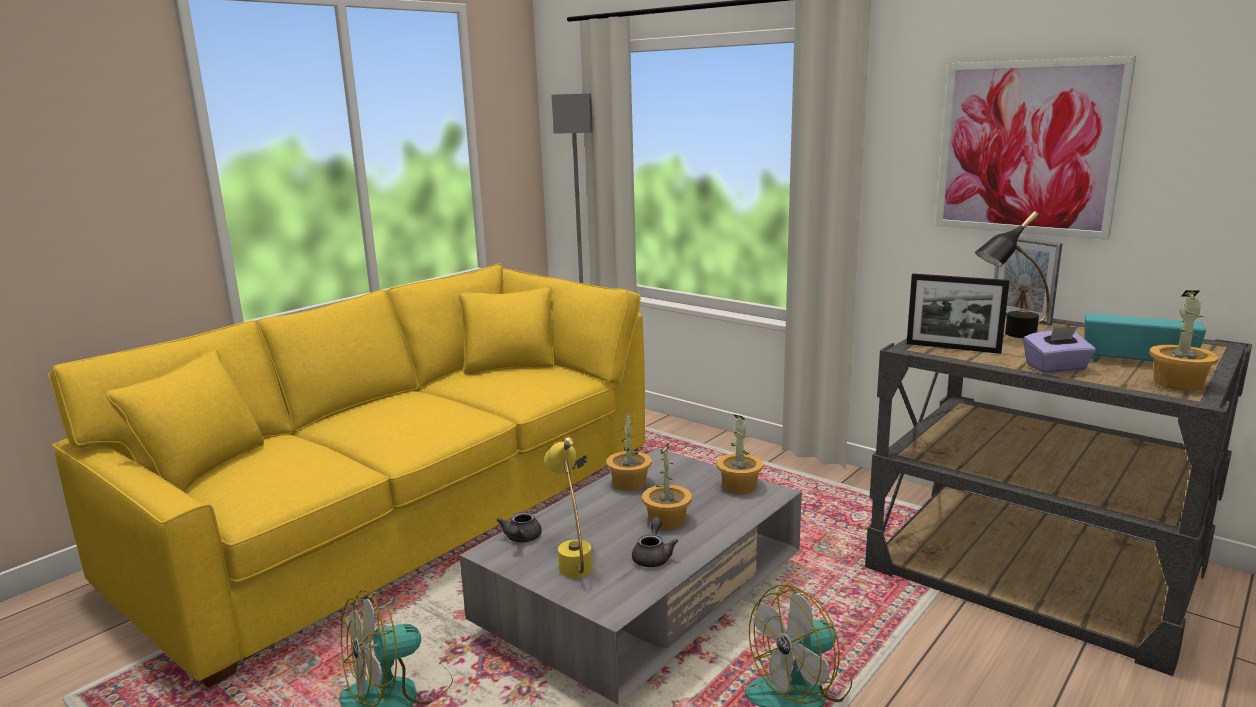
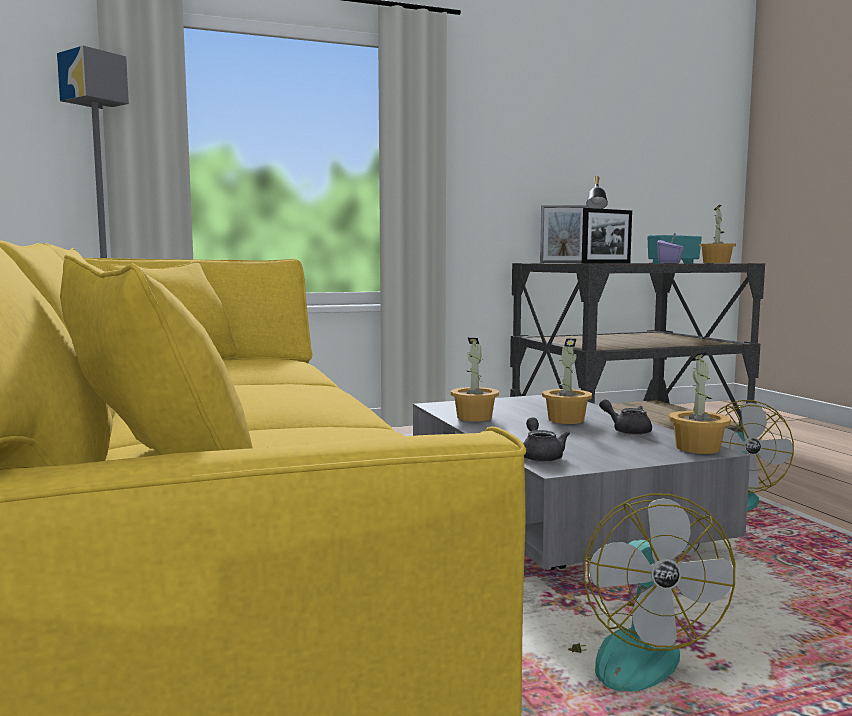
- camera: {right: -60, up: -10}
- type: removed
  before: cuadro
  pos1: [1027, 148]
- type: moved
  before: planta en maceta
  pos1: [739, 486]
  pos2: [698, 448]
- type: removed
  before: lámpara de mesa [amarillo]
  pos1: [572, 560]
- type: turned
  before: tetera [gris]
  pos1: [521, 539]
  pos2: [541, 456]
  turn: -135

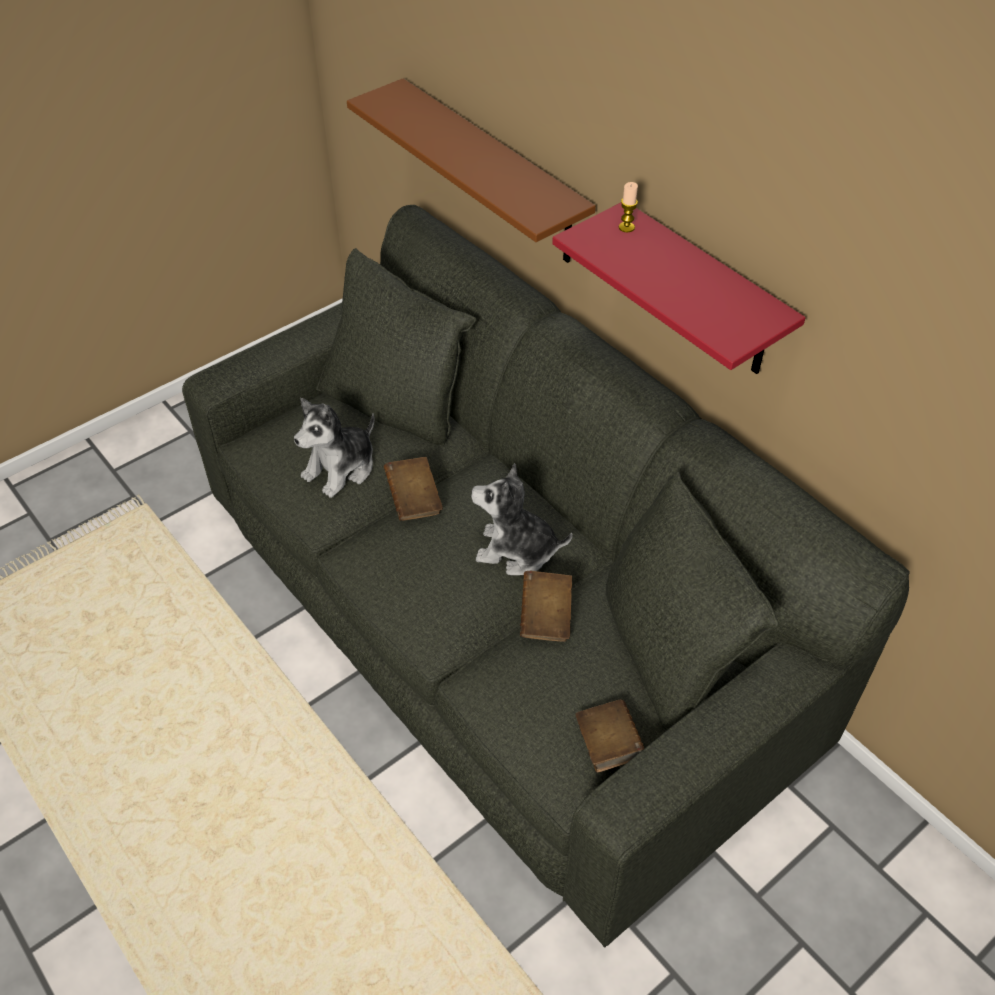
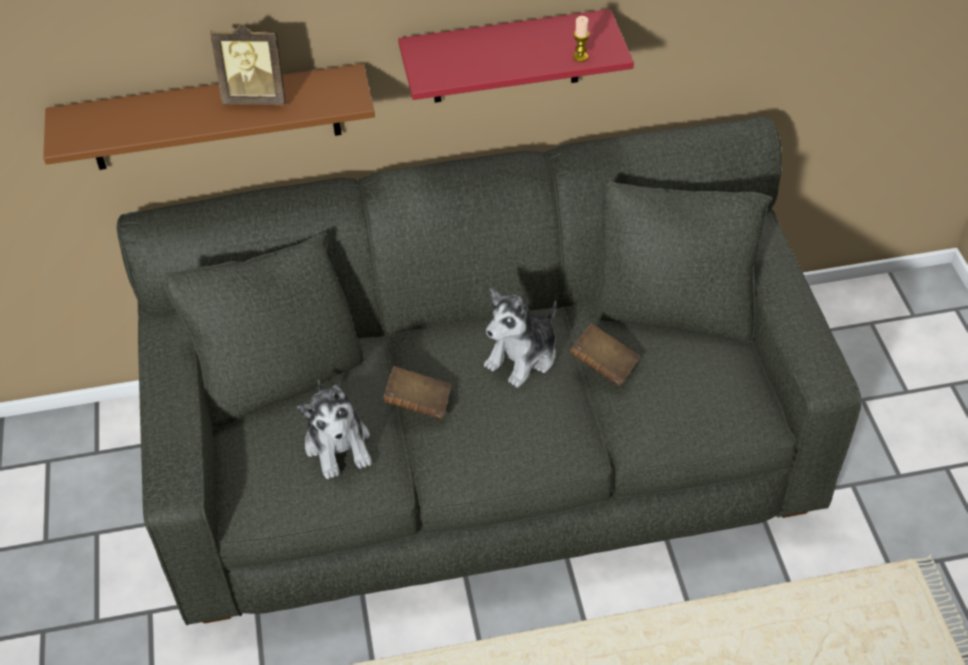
- camera: {right: -60, up: 0}
- type: moved
  before: vela
  pos1: [626, 227]
  pos2: [580, 57]
- type: removed
  before: libro [marrón]
  pos1: [608, 745]
- type: added
  after: portarretratos
  pos2: [256, 98]

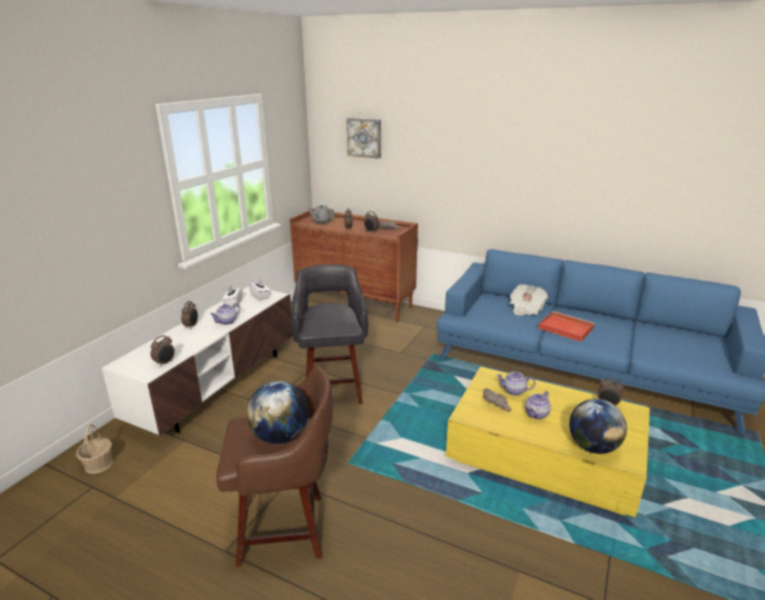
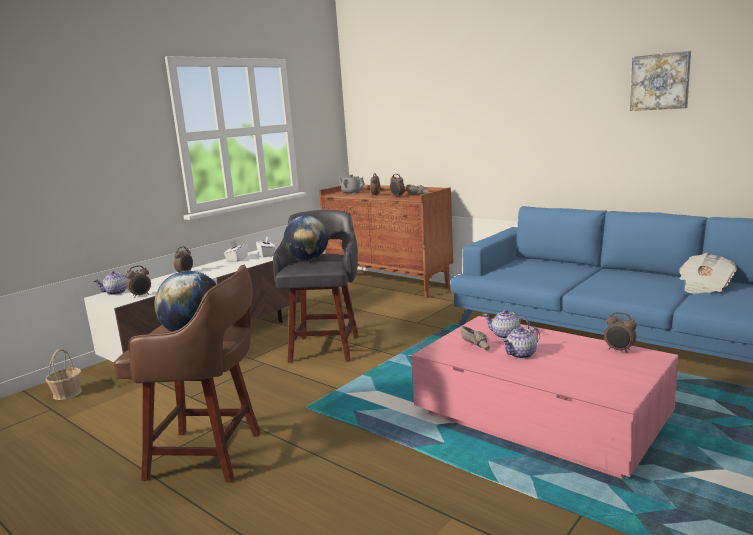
- camera: {right: 15, up: -10}
- type: moved
  before: cuadro
  pos1: [364, 137]
  pos2: [660, 82]
- type: moved
  before: periódico
  pos1: [526, 308]
  pos2: [704, 287]
- type: moved
  before: tetera
  pos1: [227, 322]
  pos2: [116, 292]
- type: removed
  before: bandeja [rojo]
  pos1: [564, 328]
- type: recoloured
  before: mesa de centro [amarillo]
  after: mesa de centro [rosa]
  pos1: [544, 457]
  pos2: [540, 417]
- type: moved
  before: globo terráqueo
  pos1: [592, 447]
  pos2: [308, 259]

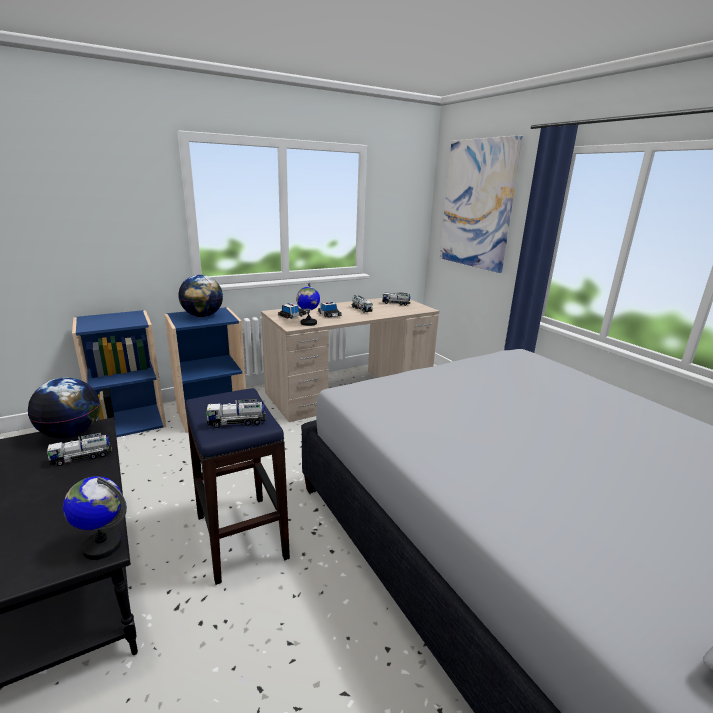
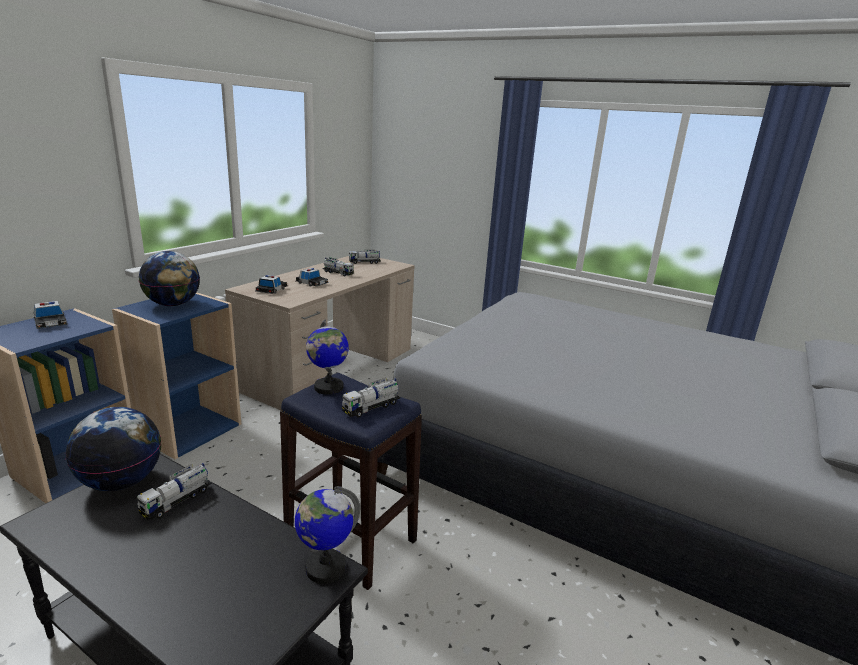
- camera: {right: -30, up: 0}
- type: removed
  before: cuadro
  pos1: [477, 204]
- type: moved
  before: globo terráqueo
  pos1: [308, 323]
  pos2: [328, 387]
- type: added
  after: coche de juguete
  pos2: [51, 322]

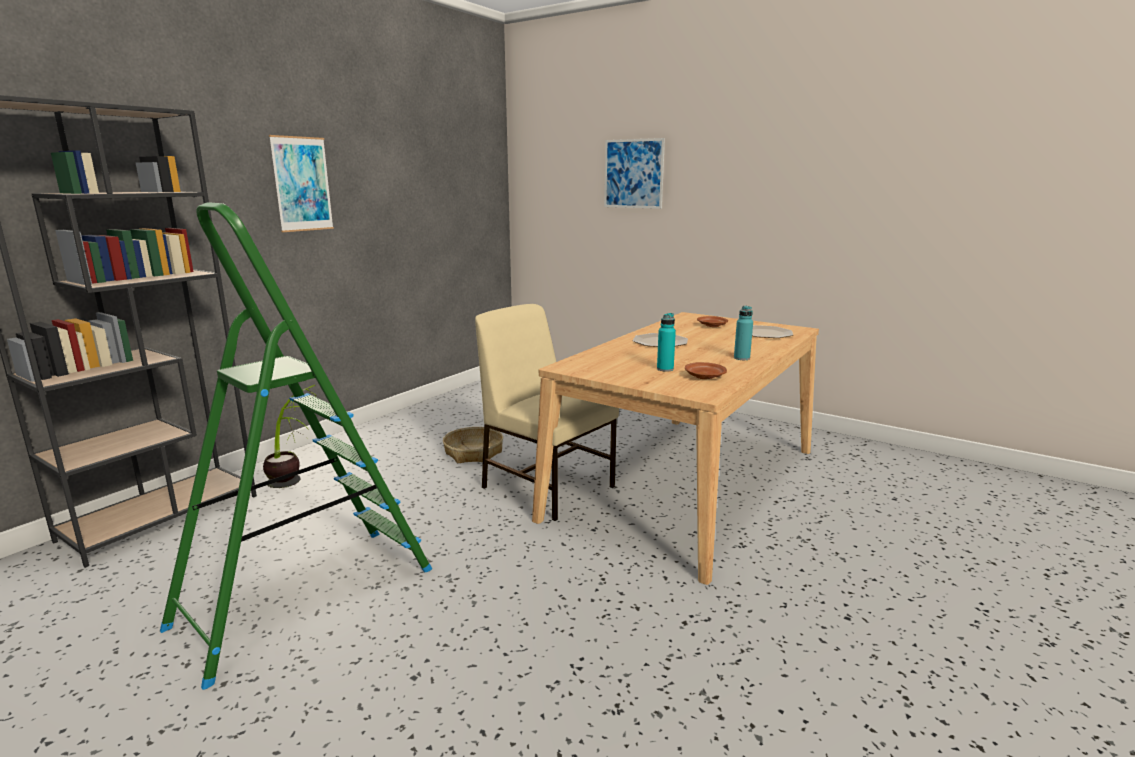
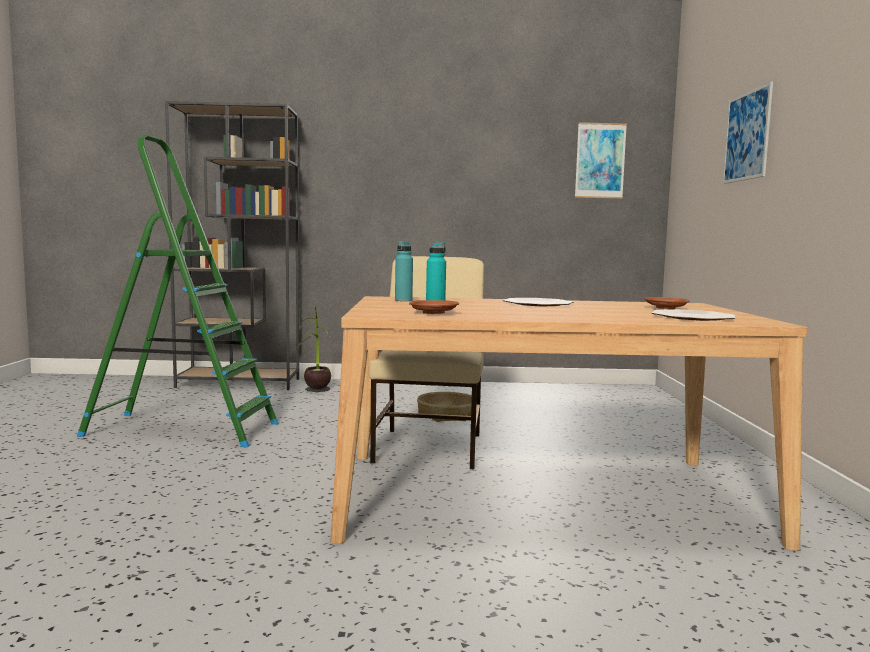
- camera: {right: 55, up: -10}
- type: moved
  before: cuadro
  pos1: [302, 184]
  pos2: [600, 160]
- type: moved
  before: botella [turquesa]
  pos1: [741, 358]
  pos2: [403, 300]

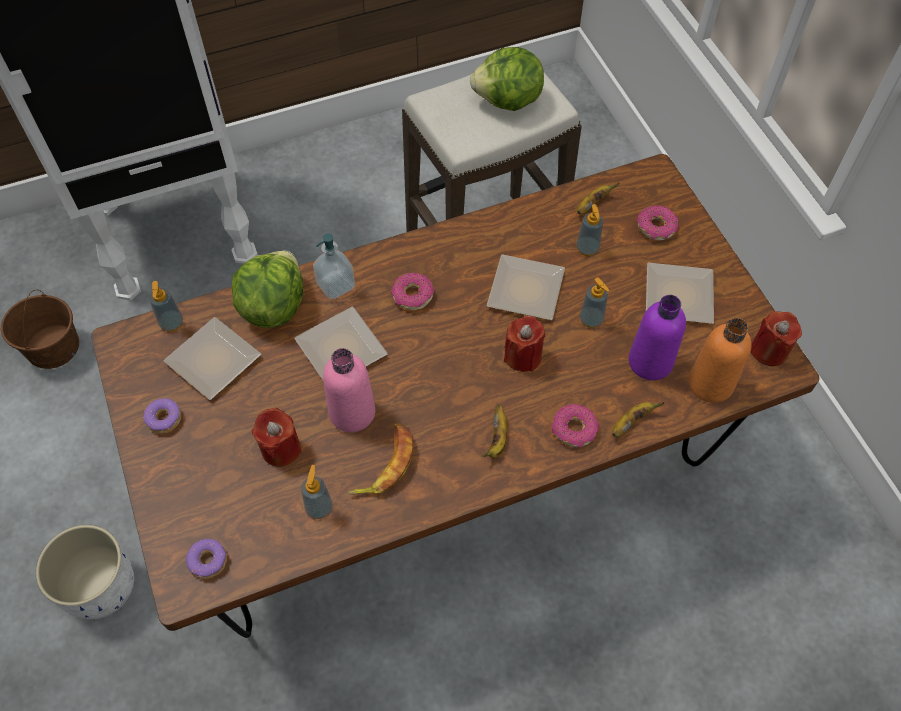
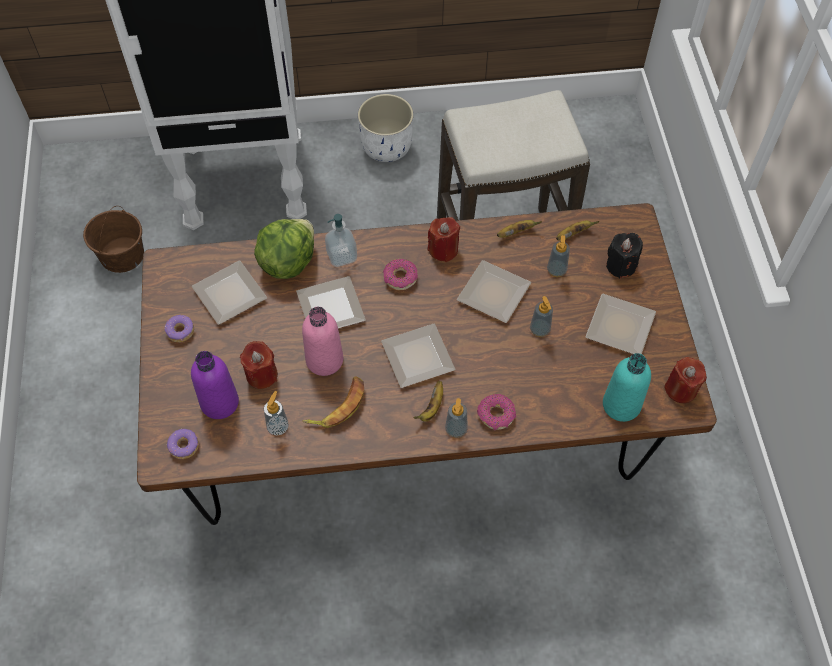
- camera: {right: 15, up: 0}
- type: removed
  before: lechuga
  pos1: [508, 101]
- type: replaced
  before: rosquilla
  after: vela [negro]
  pos1: [656, 228]
  pos2: [621, 266]
- type: moved
  before: dispensador de jabón
  pos1: [171, 323]
  pos2: [456, 429]
- type: moved
  before: botella [morado]
  pos1: [650, 362]
  pos2: [219, 402]
- type: moved
  before: vela [rojo]
  pos1: [523, 356]
  pos2: [443, 249]
- type: recoloured
  before: botella [naranja]
  after: botella [turquesa]
  pos1: [710, 384]
  pos2: [621, 405]
- type: moved
  before: plátano
  pos1: [631, 422]
  pos2: [516, 232]
- type: moved
  before: maceta [blanco]
  pos1: [102, 588]
  pos2: [387, 147]
- type: added
  after: plato
  pos2: [416, 360]

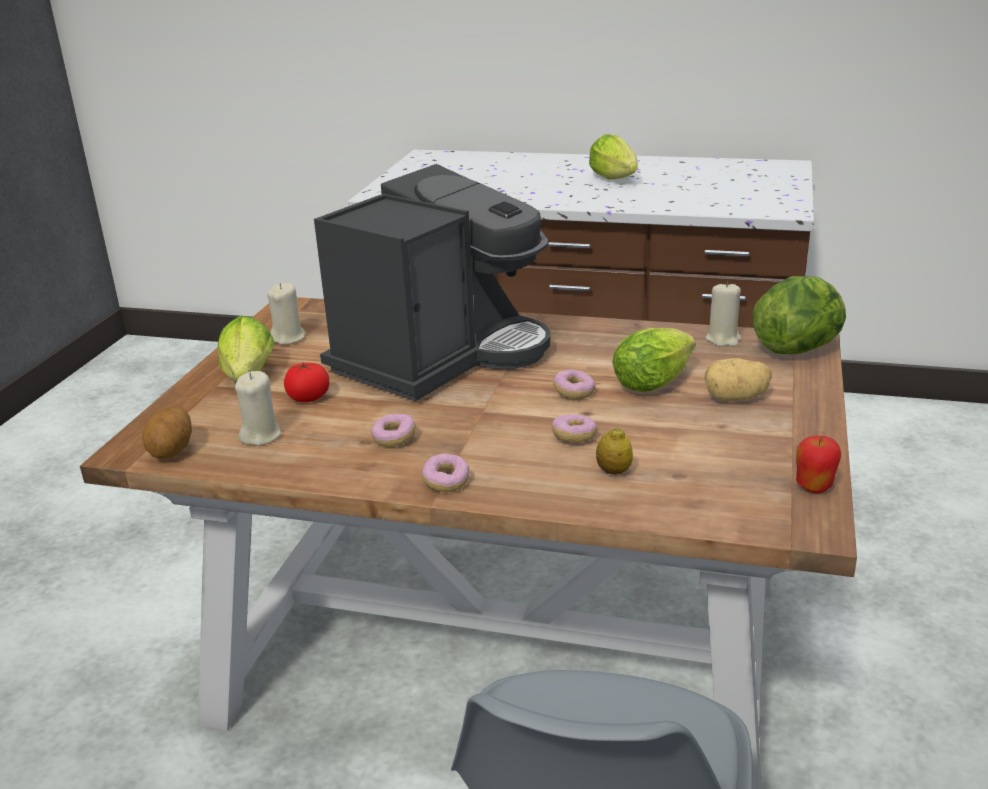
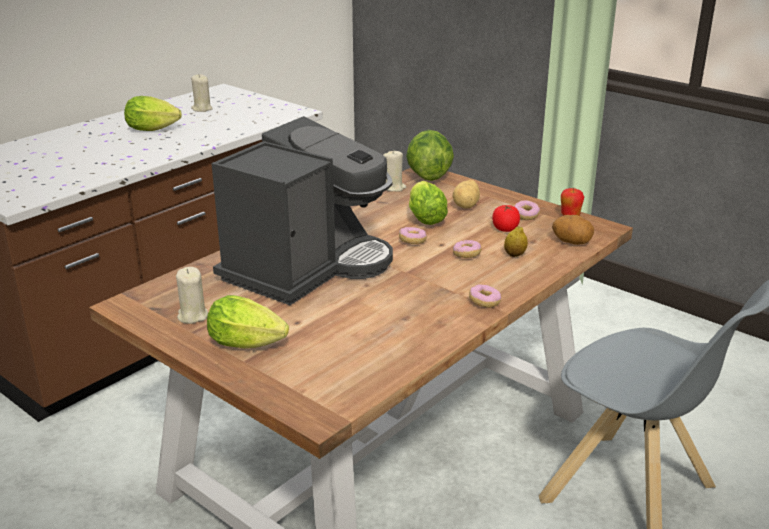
- camera: {right: -65, up: 0}
- type: turned
  before: cafetera
  pos1: [441, 355]
  pos2: [307, 267]
  turn: 60
- type: moved
  before: tomate
  pos1: [309, 398]
  pos2: [505, 229]
- type: moved
  before: vela [beis]
  pos1: [260, 436]
  pos2: [202, 109]
- type: moved
  before: patata
  pos1: [172, 451]
  pos2: [571, 242]
- type: moved
  before: rosquilla
  pos1: [394, 439]
  pos2: [525, 216]

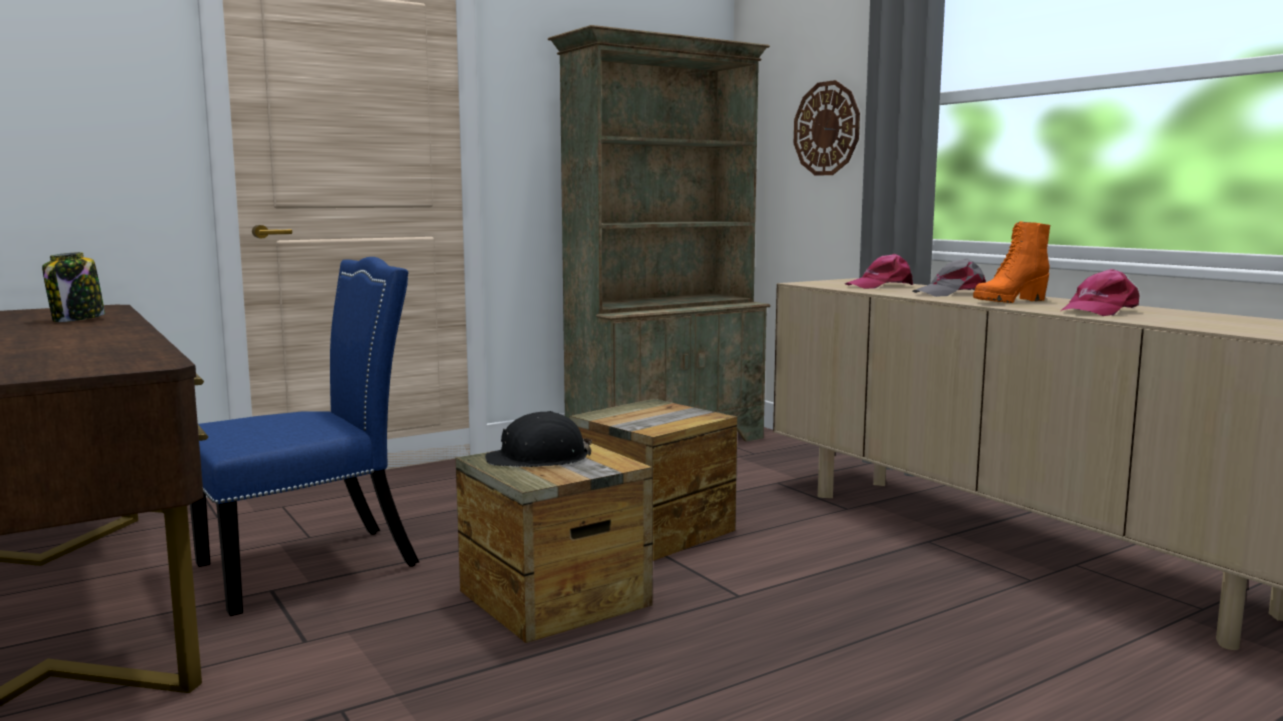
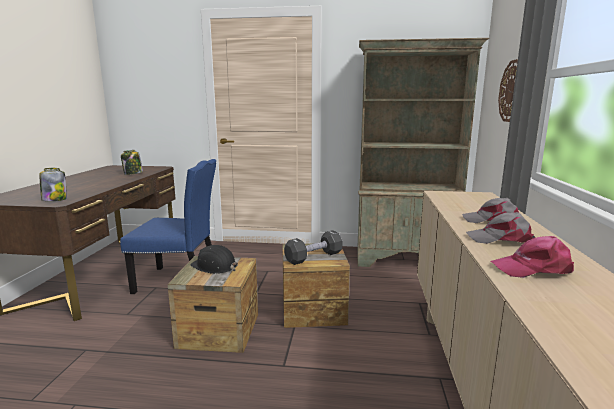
- camera: {right: 40, up: 5}
- type: replaced
  before: bota [naranja]
  after: gorra [gris]
  pos1: [1008, 301]
  pos2: [501, 239]
- type: removed
  before: gorra [rosa]
  pos1: [881, 286]
- type: added
  after: tarro
  pos2: [55, 200]
- type: added
  after: mancuerna [negro]
  pos2: [314, 257]

